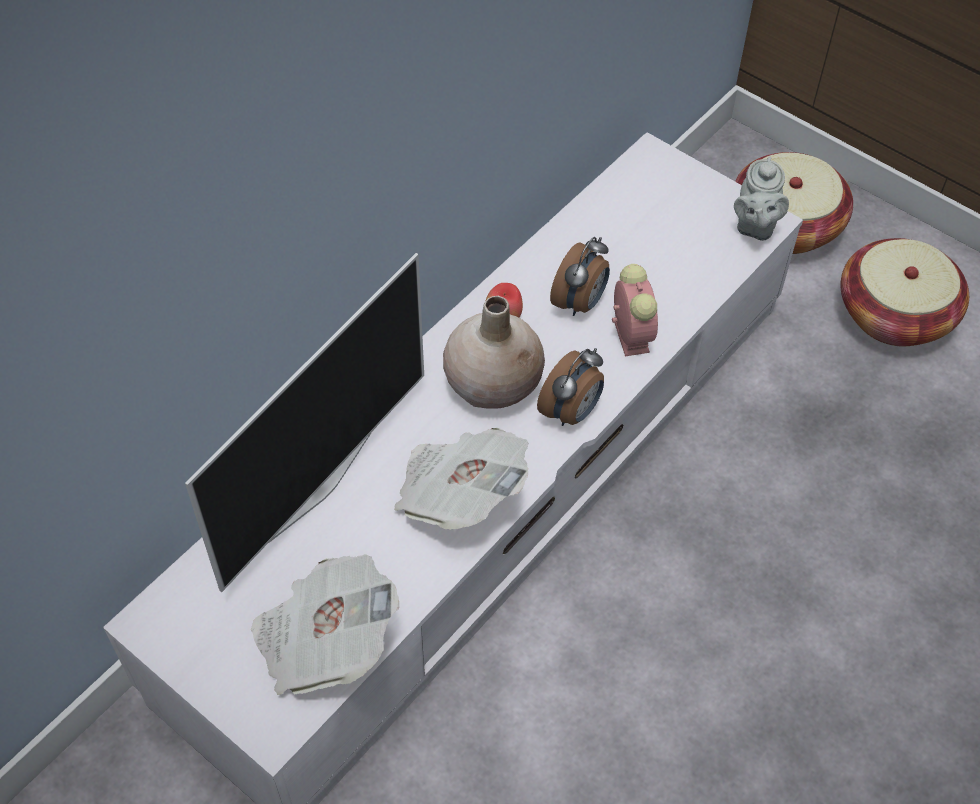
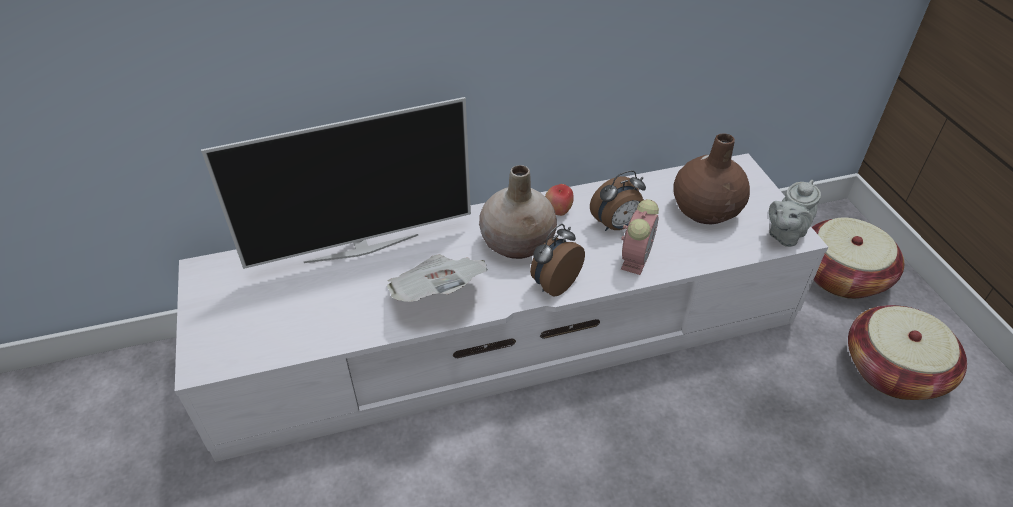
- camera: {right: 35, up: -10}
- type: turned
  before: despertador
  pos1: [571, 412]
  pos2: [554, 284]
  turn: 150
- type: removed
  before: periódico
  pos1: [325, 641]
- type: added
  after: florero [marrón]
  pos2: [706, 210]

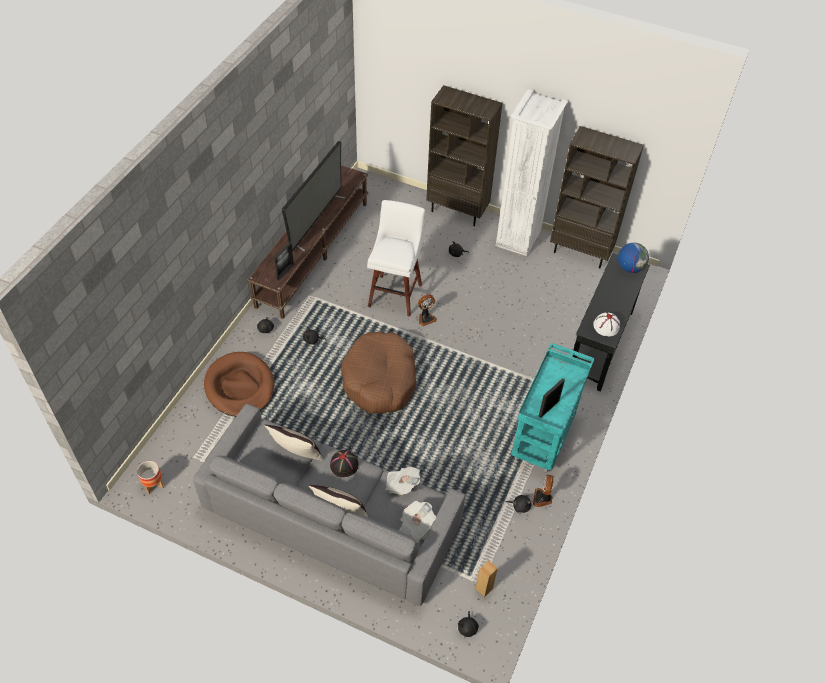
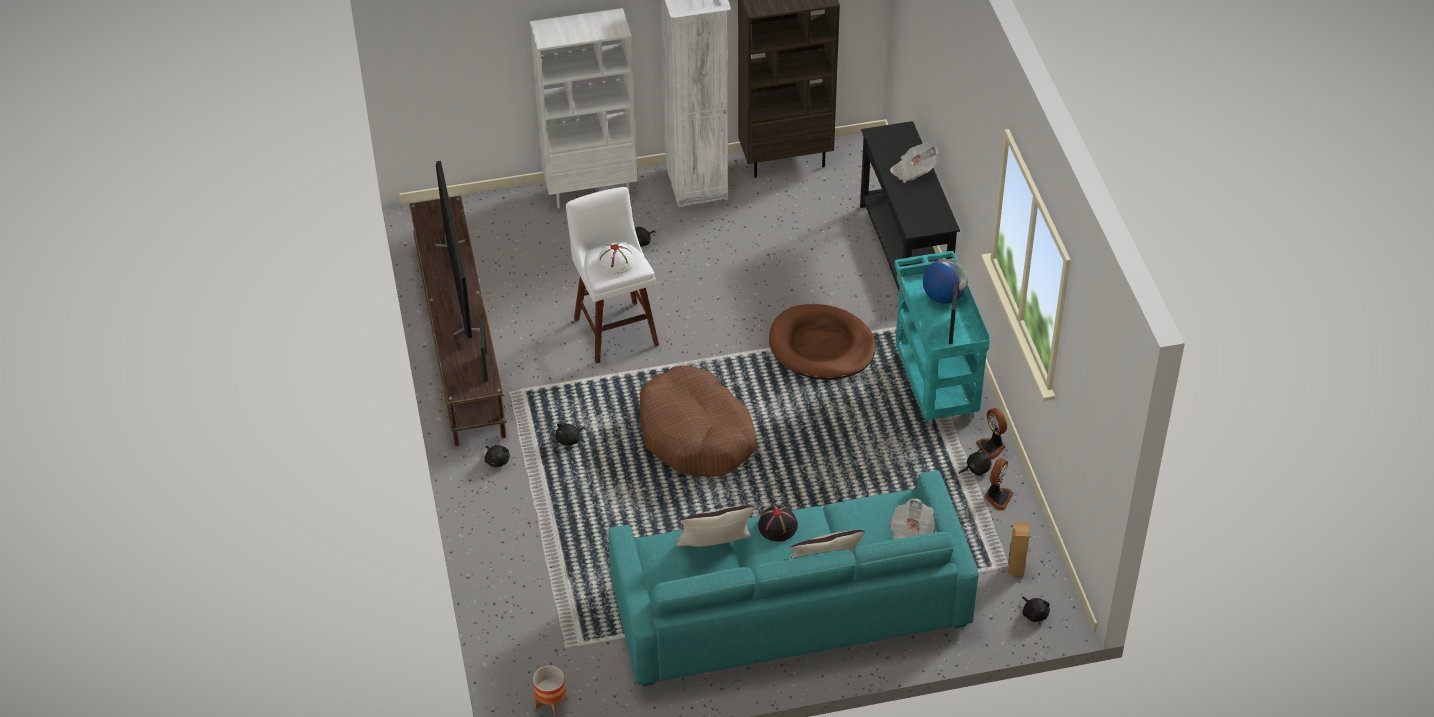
- camera: {right: -35, up: -5}
- type: recoloured
  before: estantería [marrón]
  after: estantería [blanco]
  pos1: [457, 211]
  pos2: [591, 190]
- type: moved
  before: globo terráqueo
  pos1: [630, 268]
  pos2: [943, 297]
- type: moved
  before: ventilador
  pos1: [426, 318]
  pos2: [997, 497]
- type: moved
  before: sombrero [blanco]
  pos1: [606, 326]
  pos2: [616, 262]
- type: moved
  before: cama para perro [marrón]
  pos1: [240, 387]
  pos2: [821, 346]
- type: recoloured
  before: sofá [gris]
  after: sofá [turquesa]
  pos1: [331, 516]
  pos2: [789, 605]
- type: moved
  before: periódico
  pos1: [401, 484]
  pos2: [913, 171]

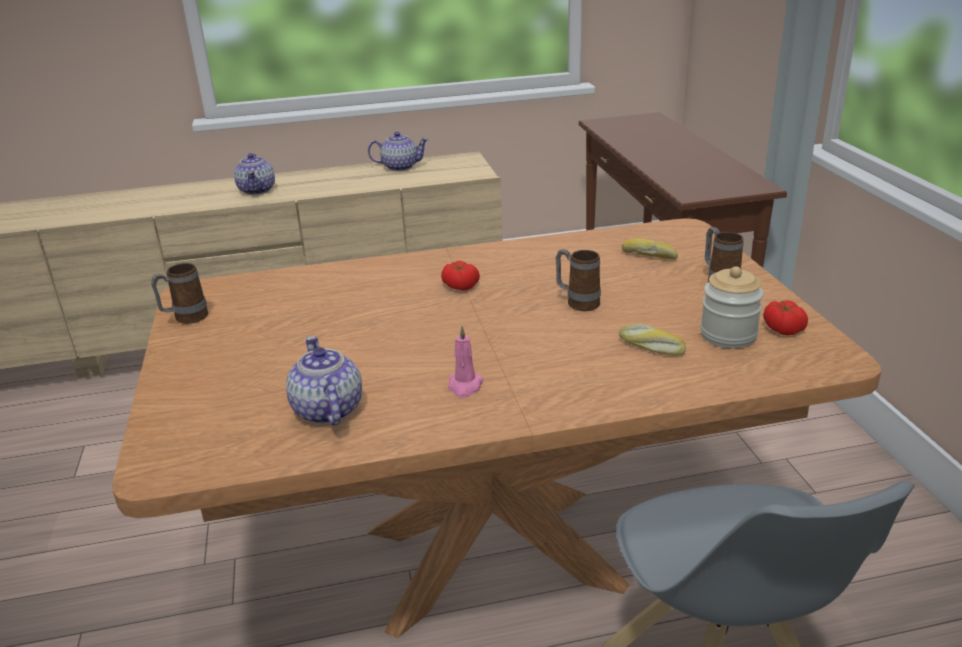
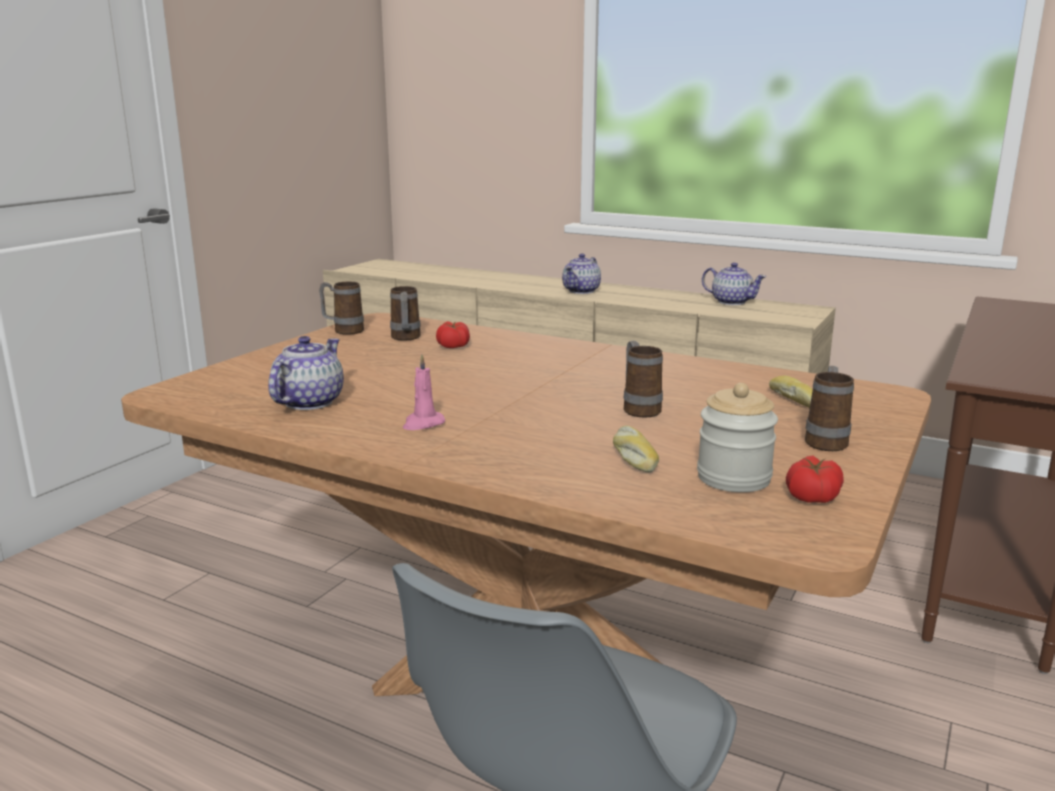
- camera: {right: 40, up: -10}
- type: moved
  before: tomate
  pos1: [460, 285]
  pos2: [453, 345]
- type: added
  after: taza grande
  pos2: [405, 338]

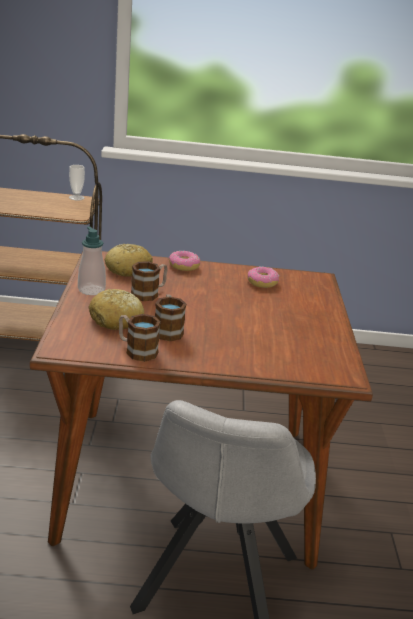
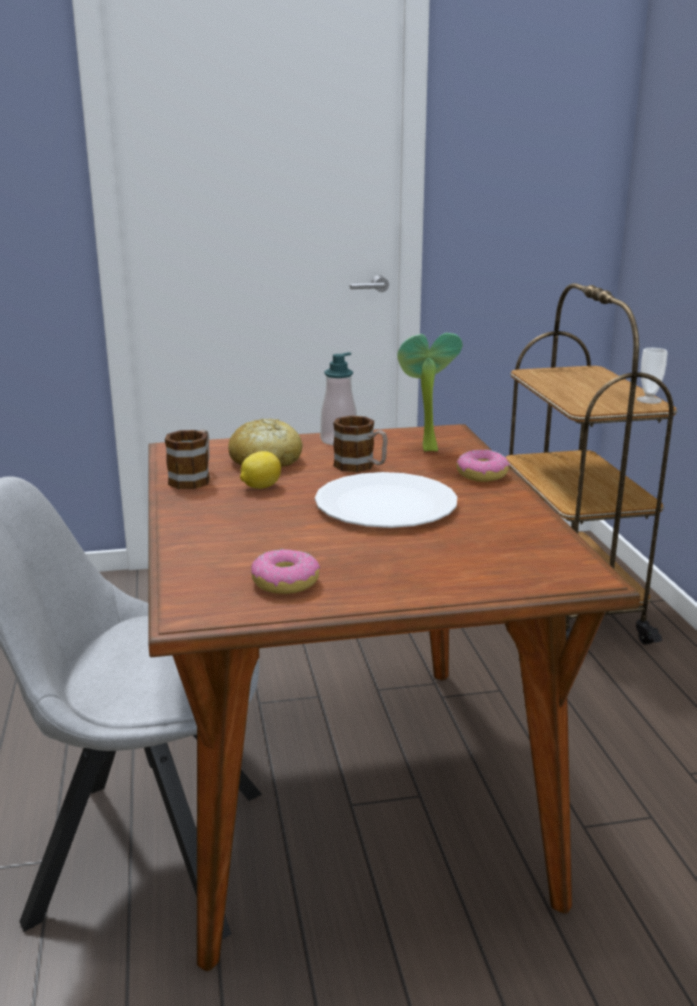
- camera: {right: 80, up: -5}
- type: replaced
  before: pan
  after: planta en maceta
  pos1: [128, 269]
  pos2: [425, 448]
- type: moved
  before: rosquilla
  pos1: [262, 282]
  pos2: [286, 583]
- type: replaced
  before: taza grande
  after: limón
  pos1: [168, 330]
  pos2: [260, 487]
- type: added
  after: plato [blanco]
  pos2: [386, 504]

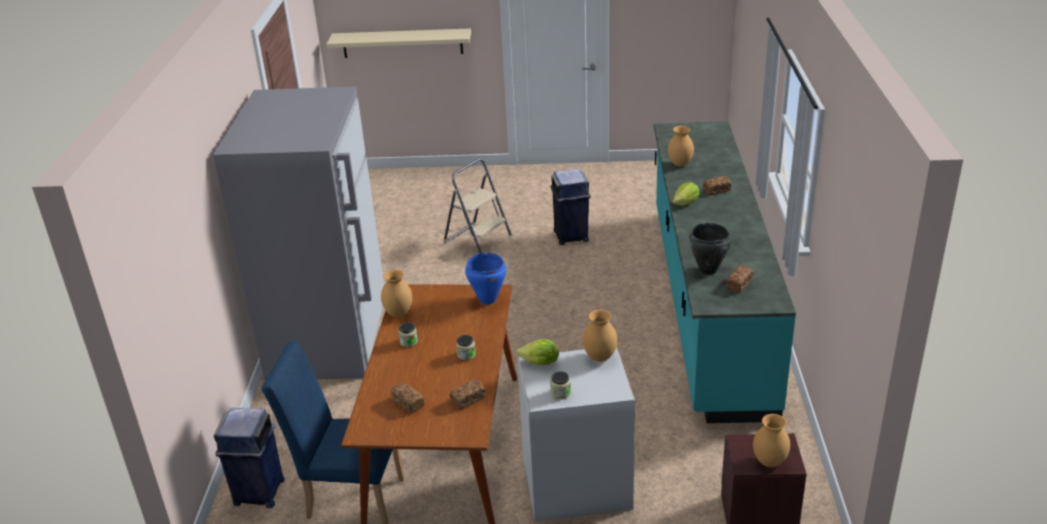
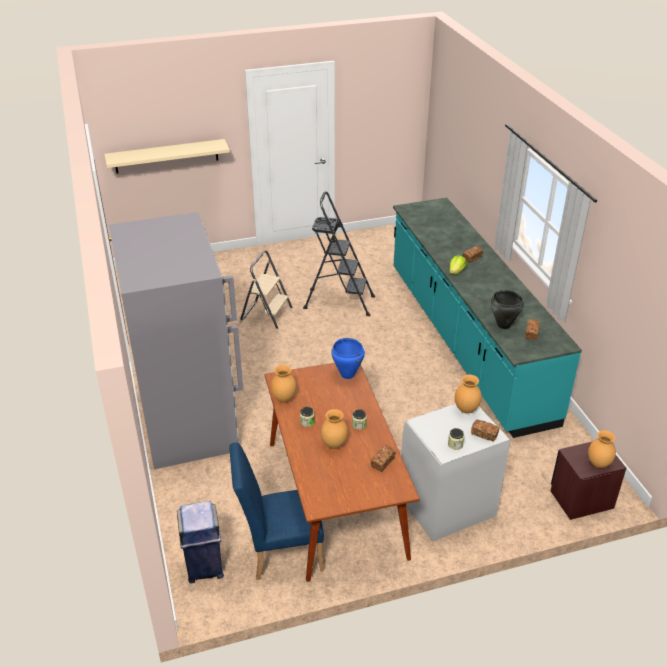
- camera: {right: -20, up: 5}
- type: moved
  before: florero [marrón]
  pos1: [679, 164]
  pos2: [334, 445]
- type: replaced
  before: papelera [azul]
  after: escalera de tijera
  pos1: [571, 236]
  pos2: [338, 302]
- type: removed
  before: lechuga
  pos1: [540, 363]
- type: moved
  before: pan
  pos1: [408, 403]
  pos2: [484, 434]

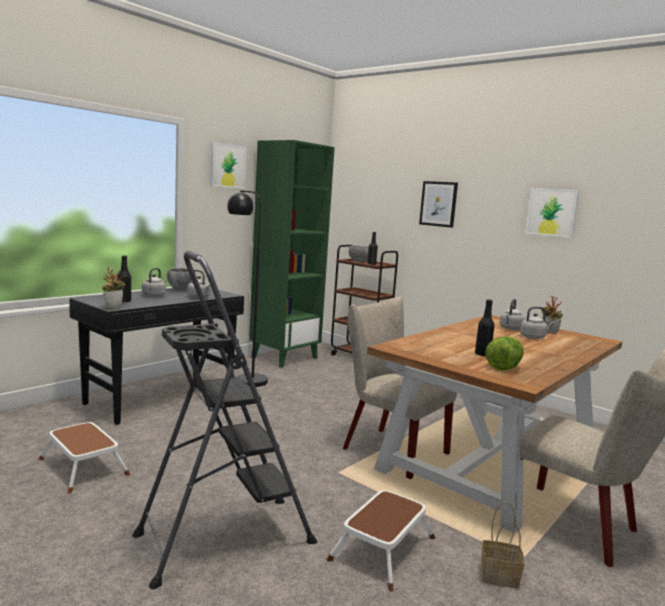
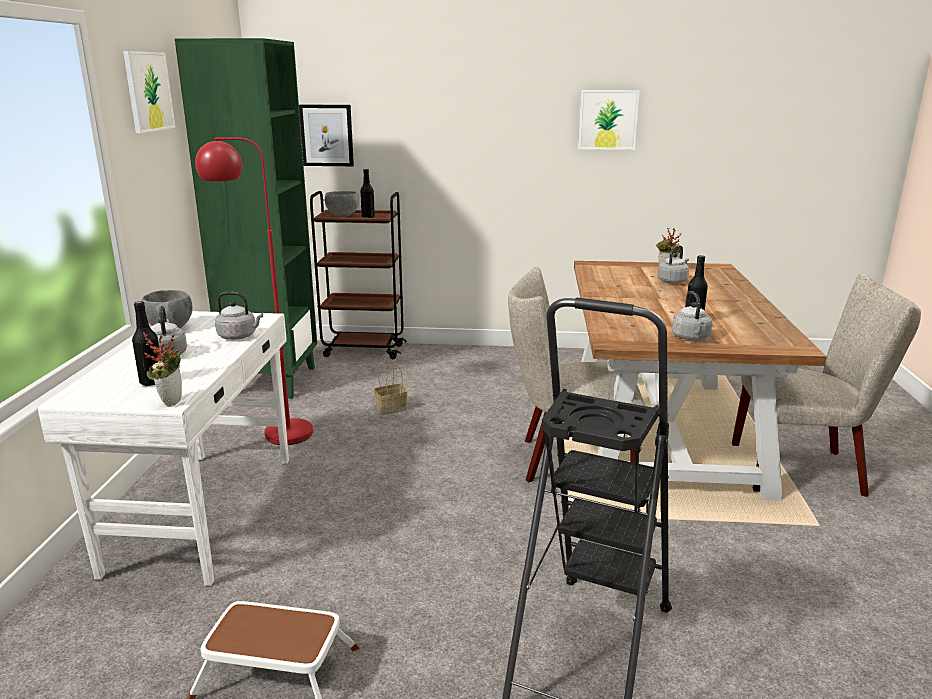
- camera: {right: -35, up: 10}
- type: moved
  before: cuadro
  pos1: [438, 204]
  pos2: [327, 135]
- type: recoloured
  before: lámpara de pie [negro]
  after: lámpara de pie [rojo]
  pos1: [244, 379]
  pos2: [274, 435]
- type: recoloured
  before: mesa consola [negro]
  after: mesa consola [blanco]
  pos1: [161, 398]
  pos2: [204, 512]
- type: moved
  before: hervidor [gris]
  pos1: [510, 329]
  pos2: [691, 338]
- type: removed
  before: lechuga
  pos1: [504, 367]
- type: removed
  before: escalera de tijera [marrón]
  pos1: [382, 548]
- type: moved
  before: cesta
  pos1: [500, 576]
  pos2: [392, 408]

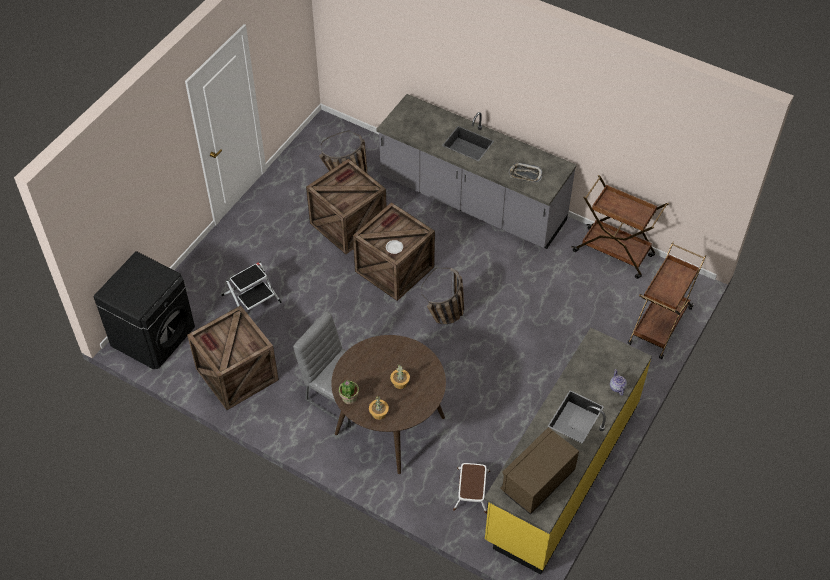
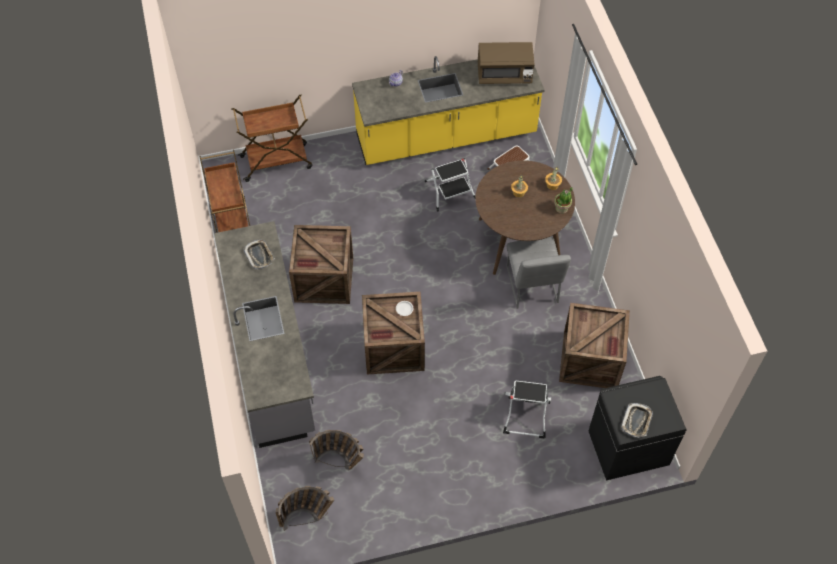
- camera: {right: -135, up: 5}
- type: moved
  before: caja de embalaje
  pos1: [348, 223]
  pos2: [323, 280]
- type: moved
  before: cesta
  pos1: [446, 318]
  pos2: [308, 518]
- type: added
  after: escalera de tijera
  pos2: [449, 190]
- type: added
  after: bandeja
  pos2: [636, 421]

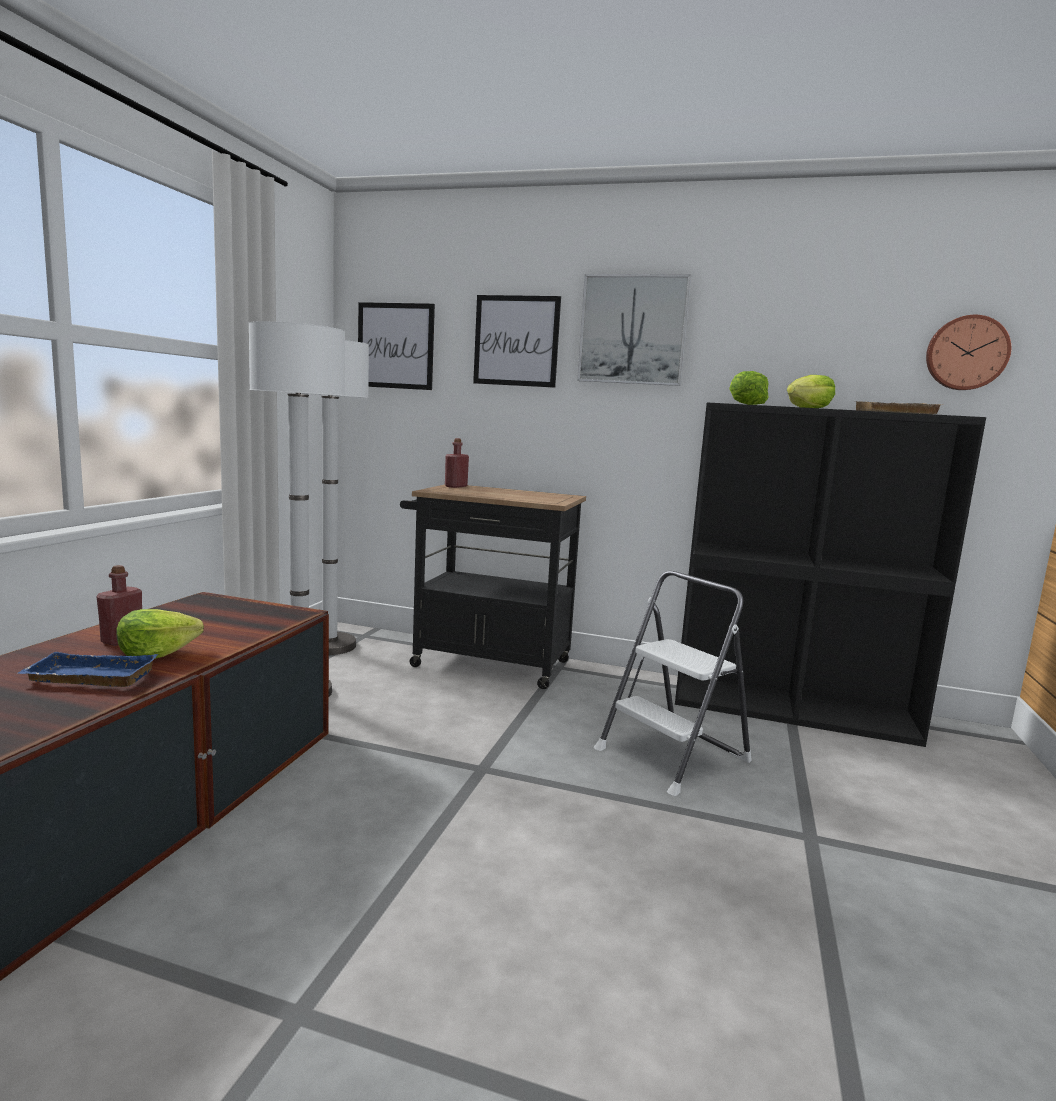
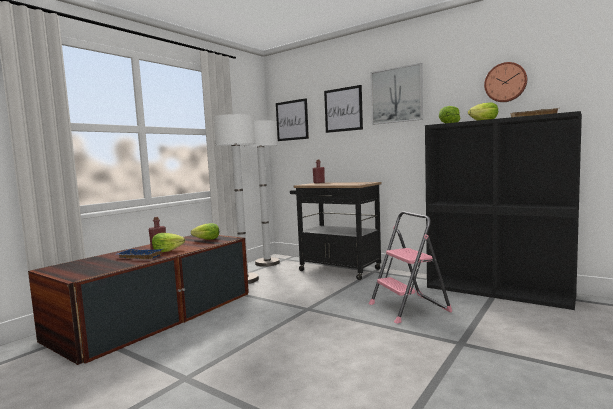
- camera: {right: 20, up: -5}
- type: moved
  before: reloj de pared
  pos1: [966, 353]
  pos2: [505, 82]
- type: recoloured
  before: escalera de tijera [blanco]
  after: escalera de tijera [rosa]
  pos1: [677, 754]
  pos2: [412, 307]
- type: added
  after: lechuga
  pos2: [207, 239]

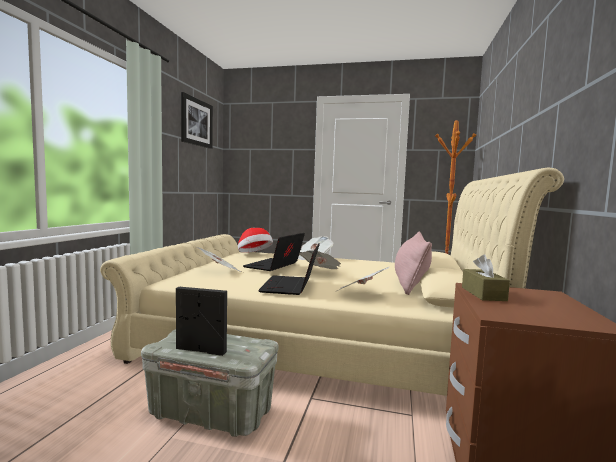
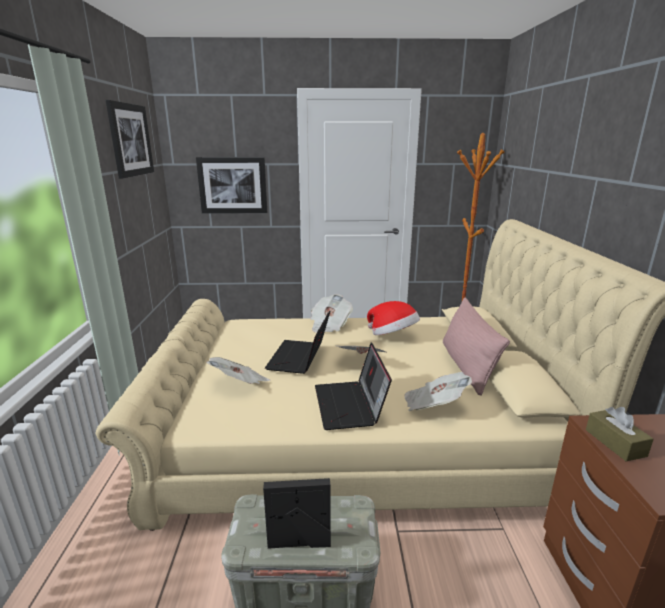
- camera: {right: -15, up: 15}
- type: moved
  before: sombrero
  pos1: [254, 254]
  pos2: [392, 335]
- type: added
  after: cuadro
  pos2: [232, 185]

